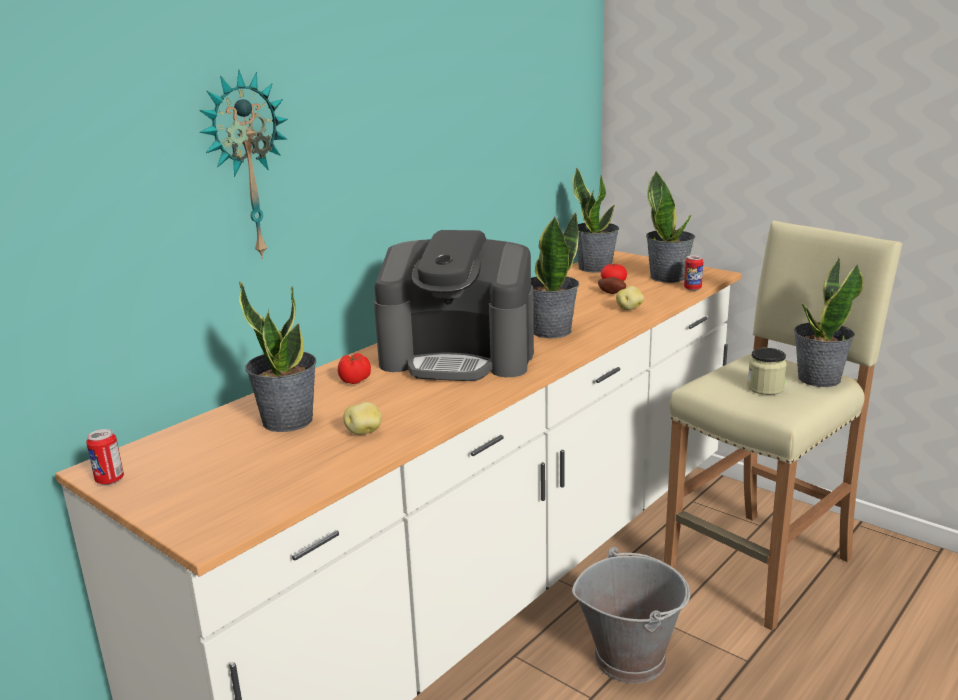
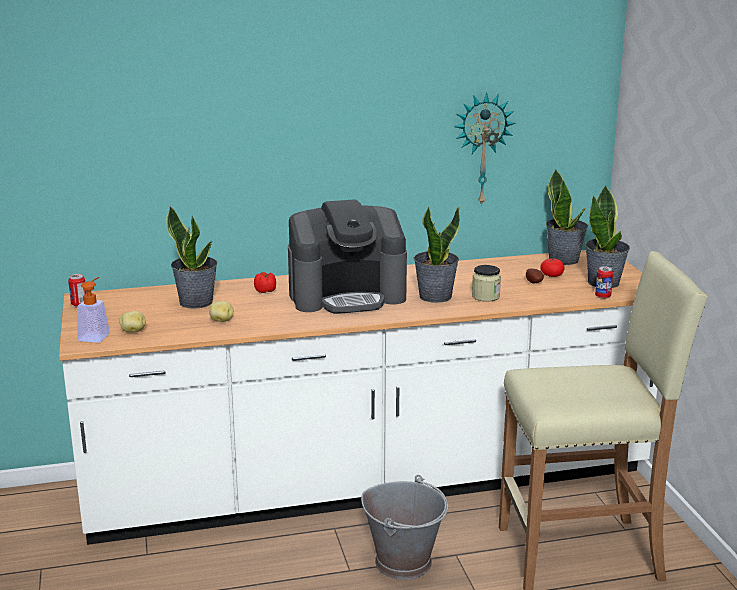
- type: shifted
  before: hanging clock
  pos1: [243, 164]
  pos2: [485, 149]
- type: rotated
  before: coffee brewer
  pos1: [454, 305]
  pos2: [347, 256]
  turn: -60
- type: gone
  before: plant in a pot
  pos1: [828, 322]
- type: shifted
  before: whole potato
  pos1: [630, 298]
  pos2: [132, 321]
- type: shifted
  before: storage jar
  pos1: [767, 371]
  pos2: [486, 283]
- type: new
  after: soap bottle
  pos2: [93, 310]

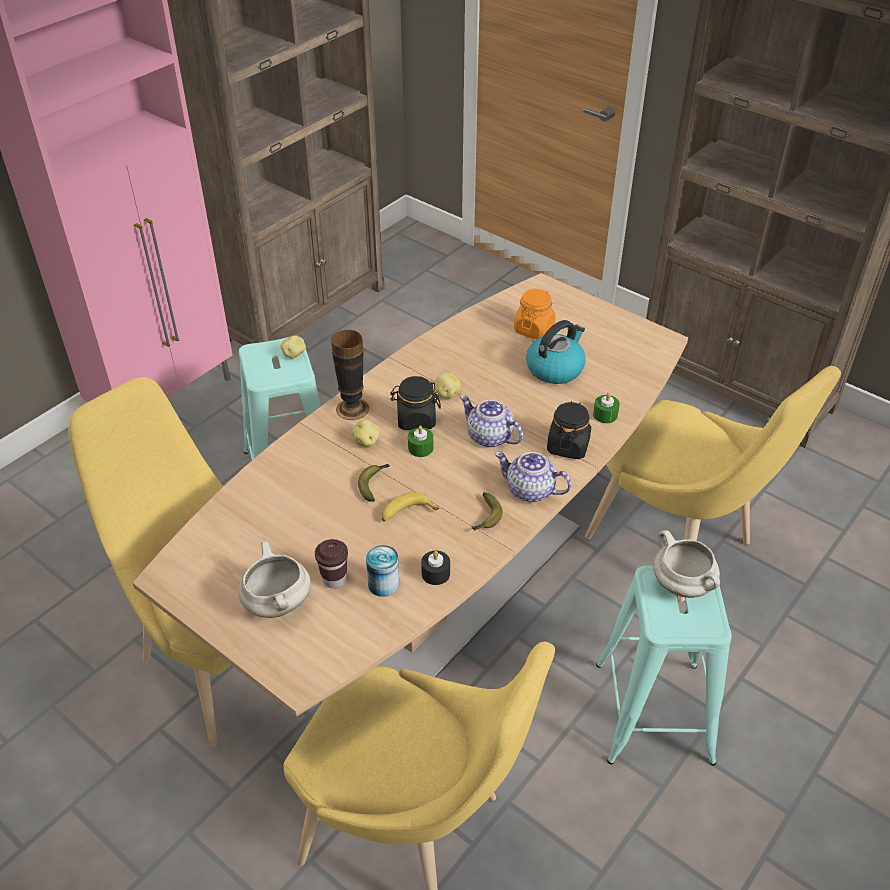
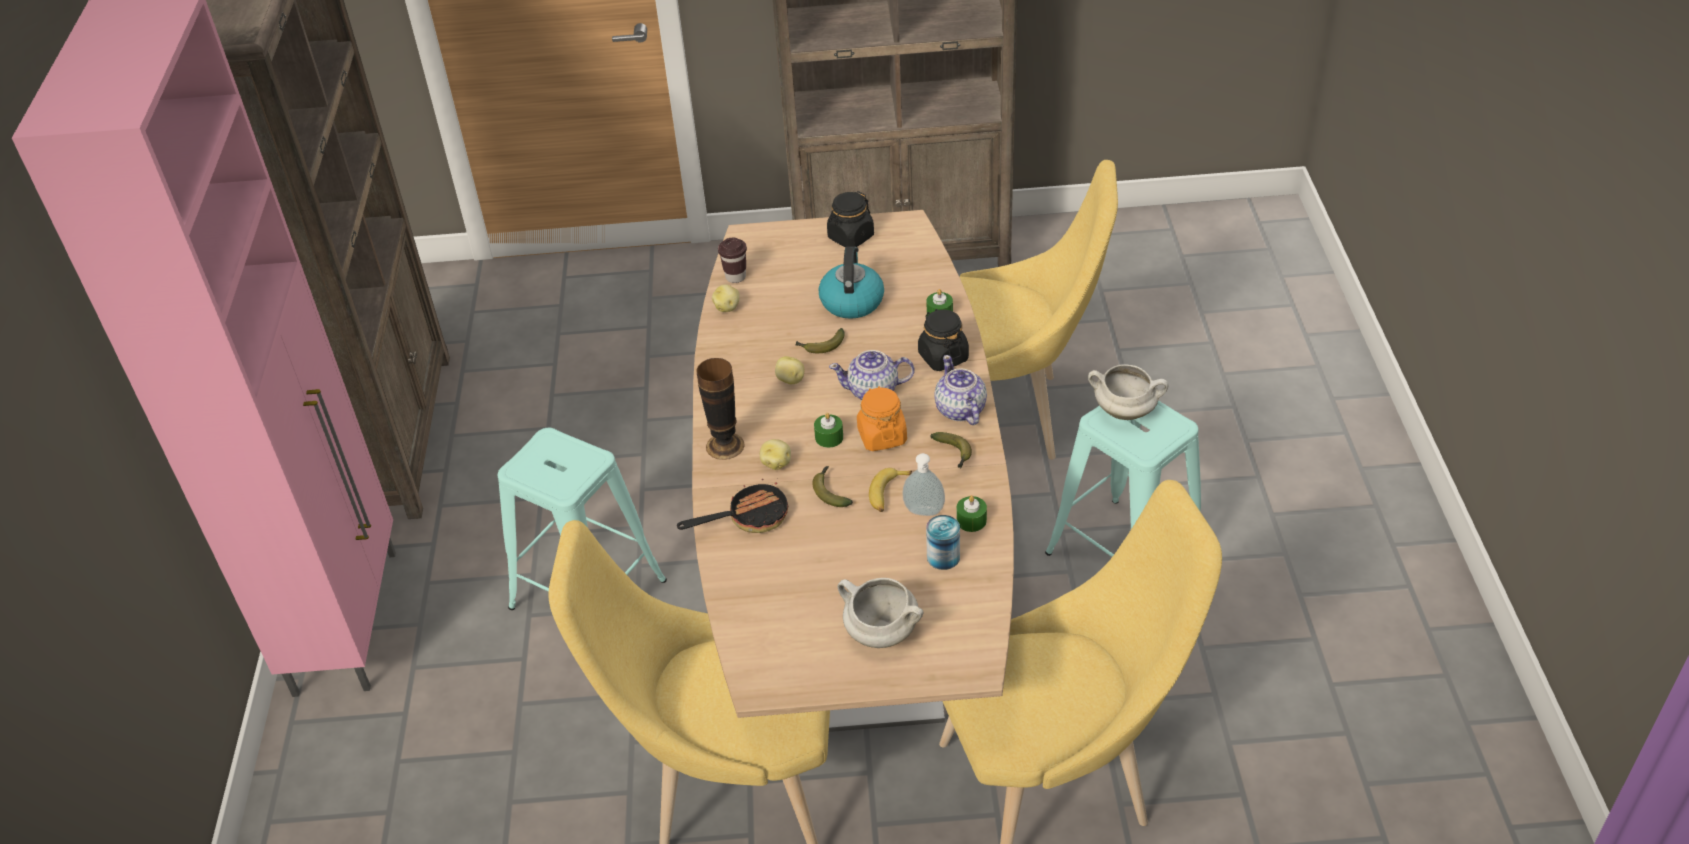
- type: shifted
  before: storage jar (orangey)
  pos1: [534, 314]
  pos2: [882, 418]
- type: shifted
  before: whole potato
  pos1: [293, 346]
  pos2: [725, 298]
- type: shifted
  before: storage jar (blackish)
  pos1: [415, 403]
  pos2: [850, 219]
- type: rotated
  before: tea pot
  pos1: [533, 476]
  pos2: [960, 390]
  turn: 90
- type: shifted
  before: small cup (brown)
  pos1: [331, 563]
  pos2: [732, 260]
- type: repainted
  before: wax light (blackish)
  after: wax light (green)
  pos1: [435, 568]
  pos2: [972, 513]
- type: new
  after: banana fruit
  pos2: [820, 340]
- type: new
  after: soap bottle
  pos2: [923, 484]
- type: new
  after: skillet
  pos2: [732, 506]

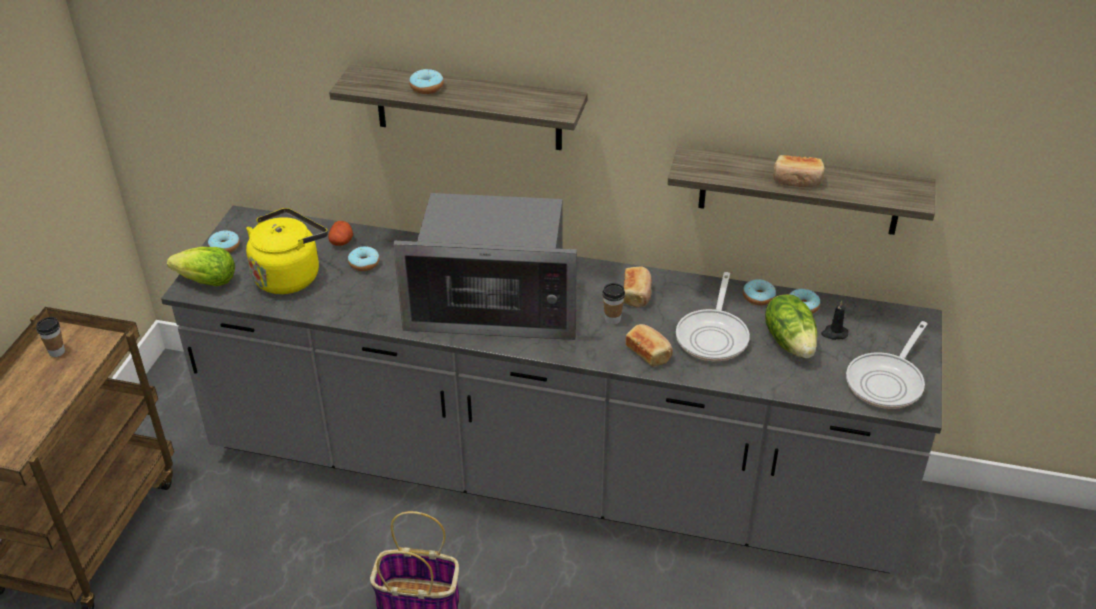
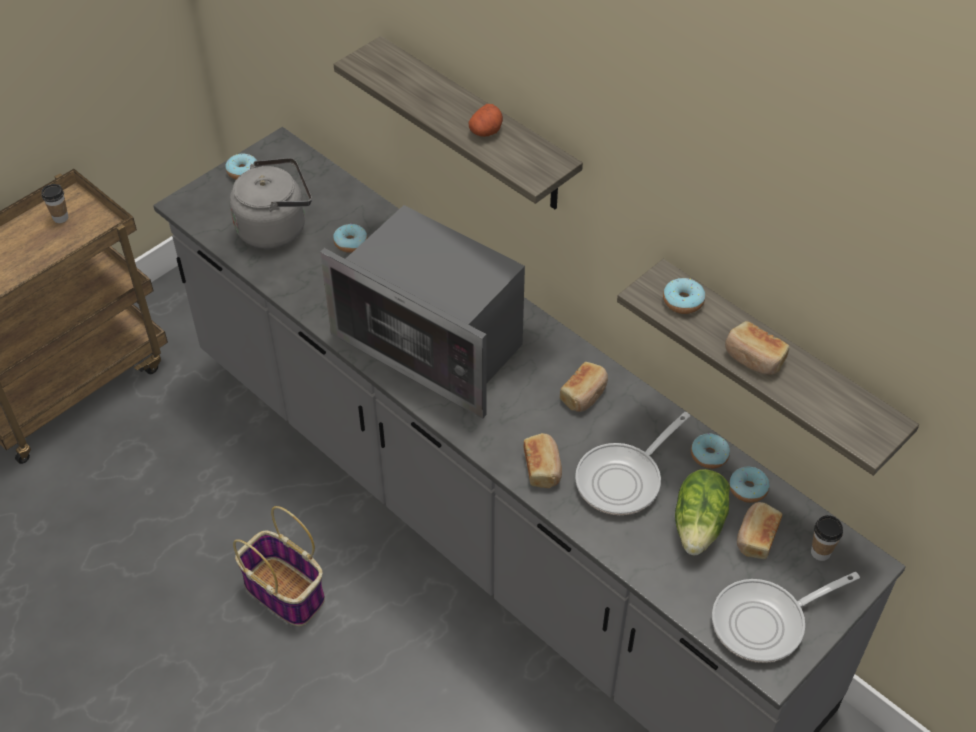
- type: shifted
  before: ring doughnut
  pos1: [426, 81]
  pos2: [684, 296]
- type: repainted
  before: tea kettle (yellowish)
  after: tea kettle (grey)
  pos1: [287, 251]
  pos2: [270, 203]
- type: shifted
  before: whole potato
  pos1: [340, 233]
  pos2: [485, 120]
- type: gone
  before: lettuce
  pos1: [201, 267]
- type: shifted
  before: small cup
  pos1: [613, 304]
  pos2: [827, 538]
- type: swapped
  before: wax light (blackish)
  after: bread
  pos1: [834, 320]
  pos2: [759, 530]

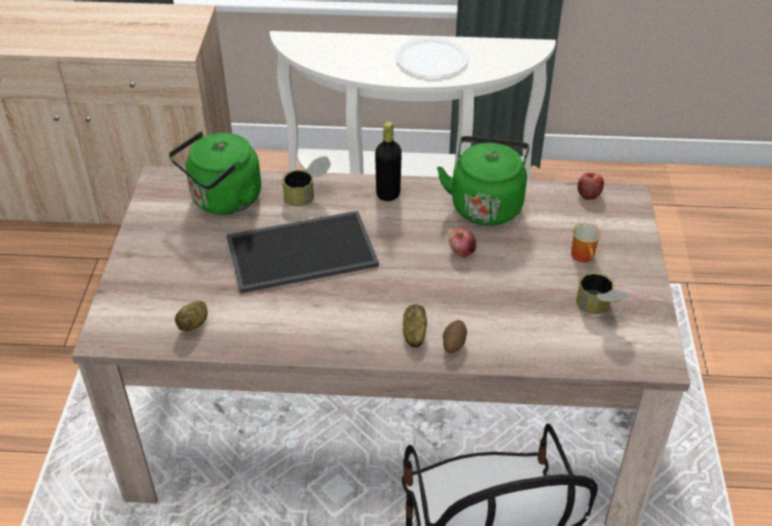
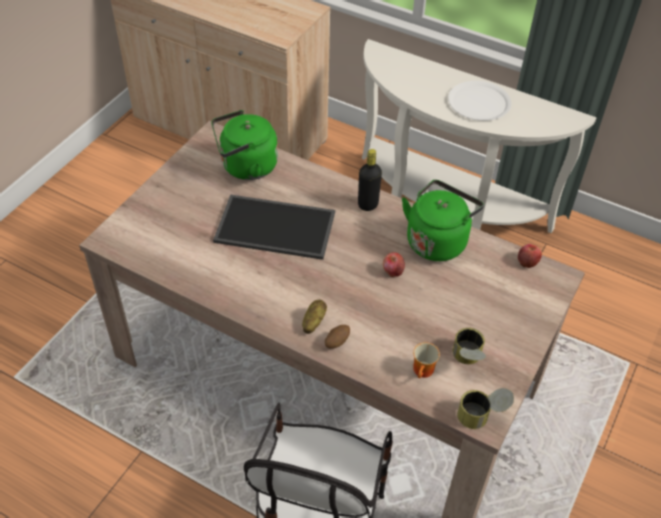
- type: shifted
  before: can
  pos1: [306, 182]
  pos2: [485, 408]
- type: shifted
  before: tea mug
  pos1: [586, 243]
  pos2: [426, 360]
- type: gone
  before: whole potato
  pos1: [191, 316]

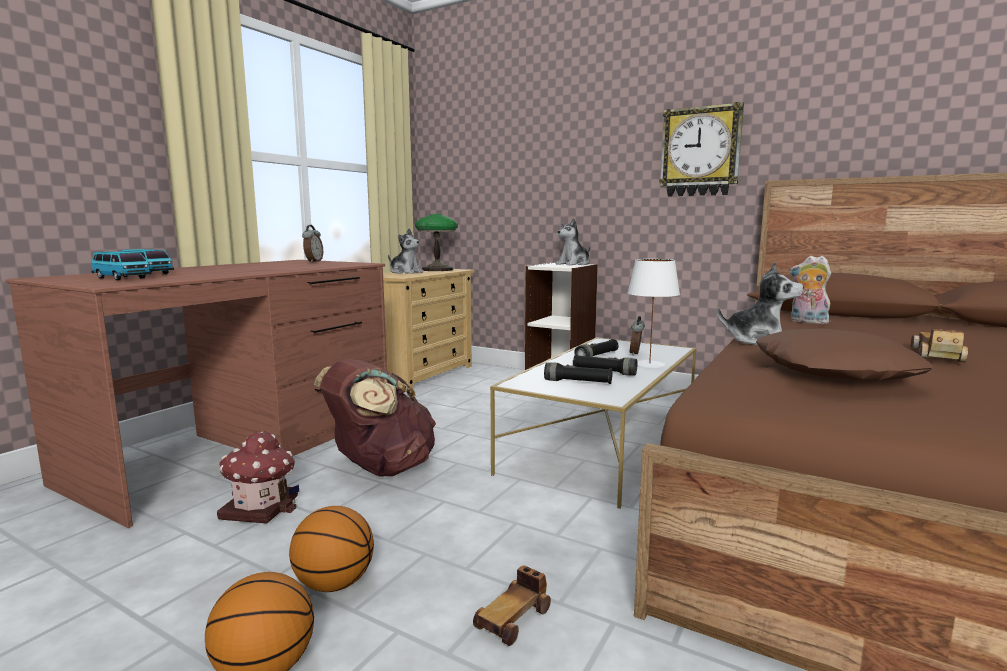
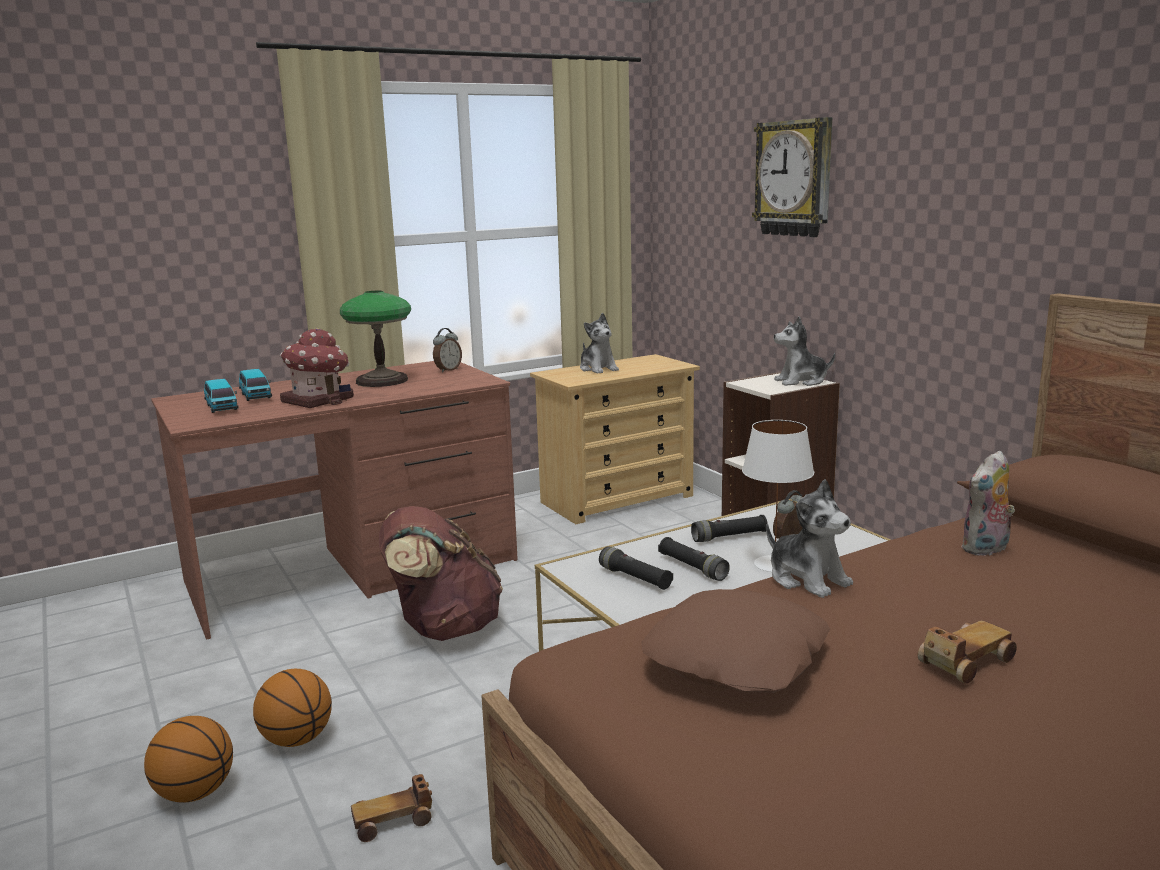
- type: shifted
  before: hanging clock
  pos1: [701, 149]
  pos2: [792, 177]
- type: shifted
  before: table lamp
  pos1: [436, 242]
  pos2: [375, 339]
- type: rotated
  before: soft toy
  pos1: [810, 290]
  pos2: [988, 503]
  turn: -105
- type: shifted
  before: model house
  pos1: [258, 477]
  pos2: [317, 368]

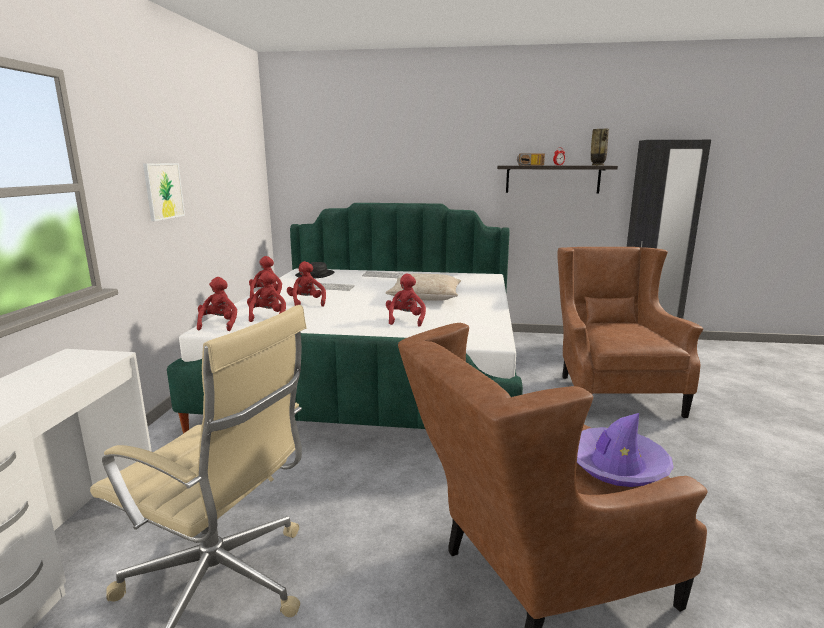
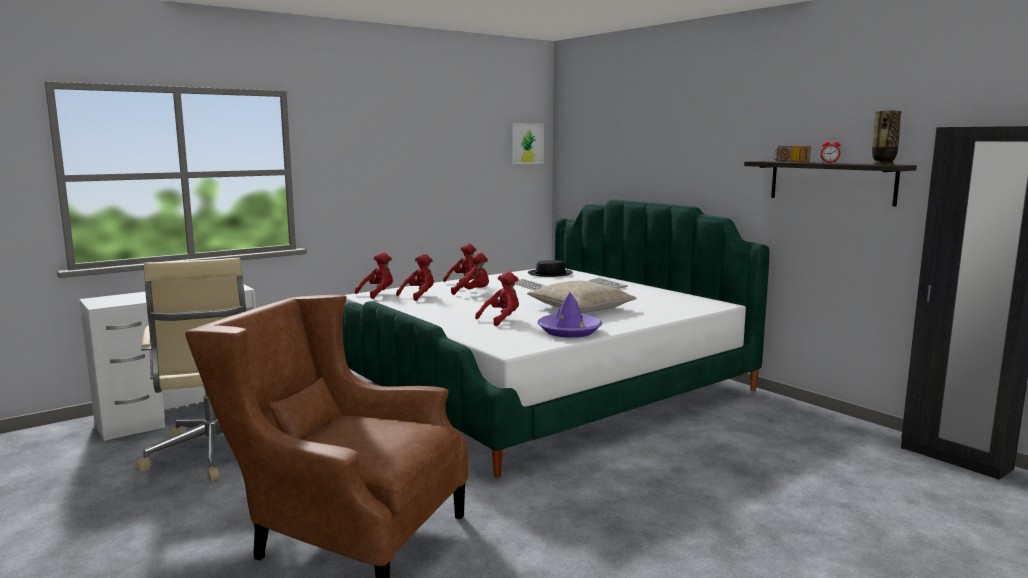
- type: shifted
  before: wall art
  pos1: [164, 192]
  pos2: [527, 143]
- type: gone
  before: lounge chair (brown)
  pos1: [630, 332]
- type: rotated
  before: soft toy (red-coloured)
  pos1: [306, 284]
  pos2: [470, 273]
  turn: 75
- type: shifted
  before: wearable hat (purplish)
  pos1: [625, 450]
  pos2: [569, 315]

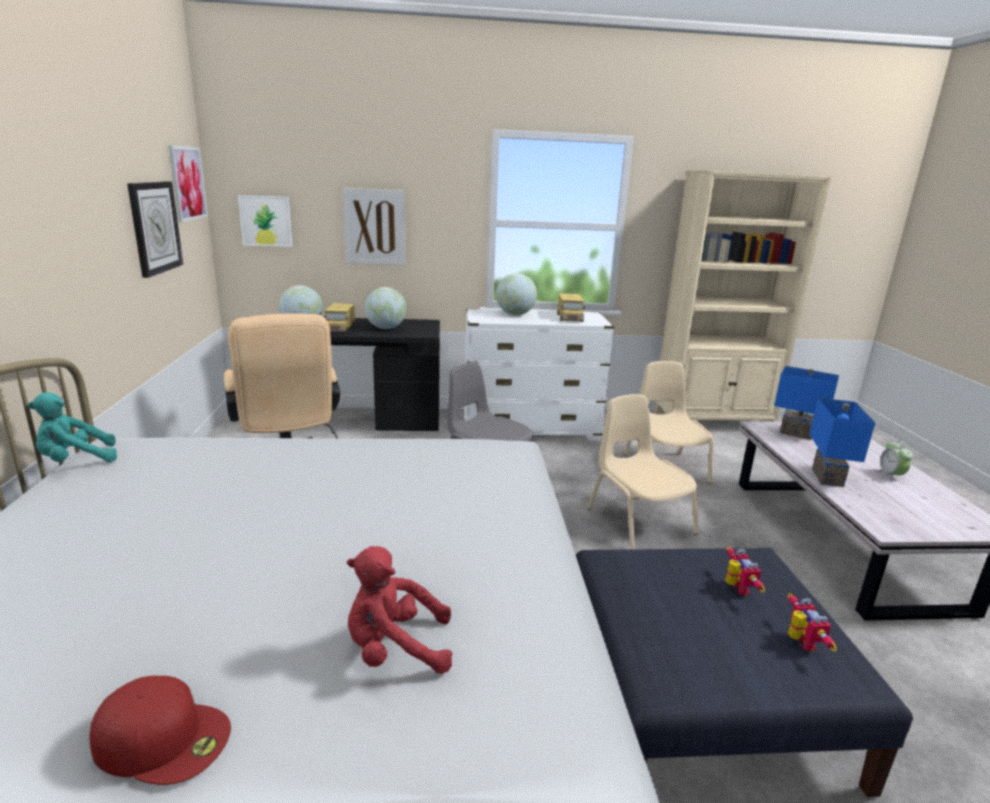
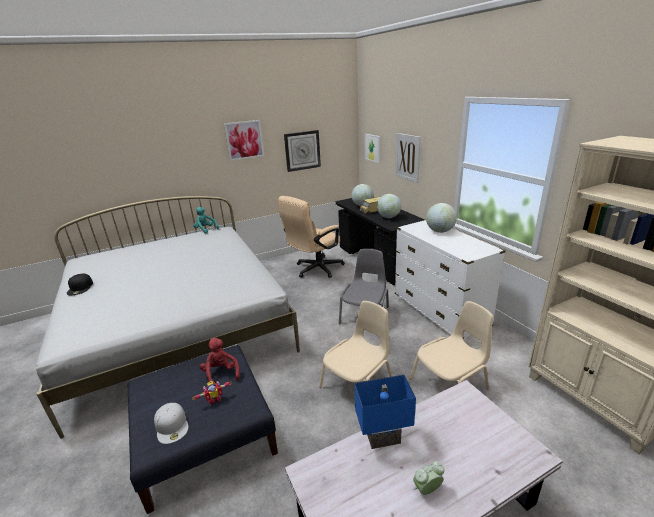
- type: shifted
  before: wall art
  pos1: [188, 183]
  pos2: [244, 140]
- type: gone
  before: model truck
  pos1: [571, 307]
- type: gone
  before: table lamp (blue-coloured)
  pos1: [806, 403]
- type: shifted
  before: soft toy (red-coloured)
  pos1: [400, 610]
  pos2: [220, 361]
- type: swapped
  before: robot figure
  after: baseball cap (white)
  pos1: [812, 622]
  pos2: [171, 423]
- type: repainted
  before: baseball cap (red-coloured)
  after: baseball cap (blackish)
  pos1: [160, 730]
  pos2: [80, 284]

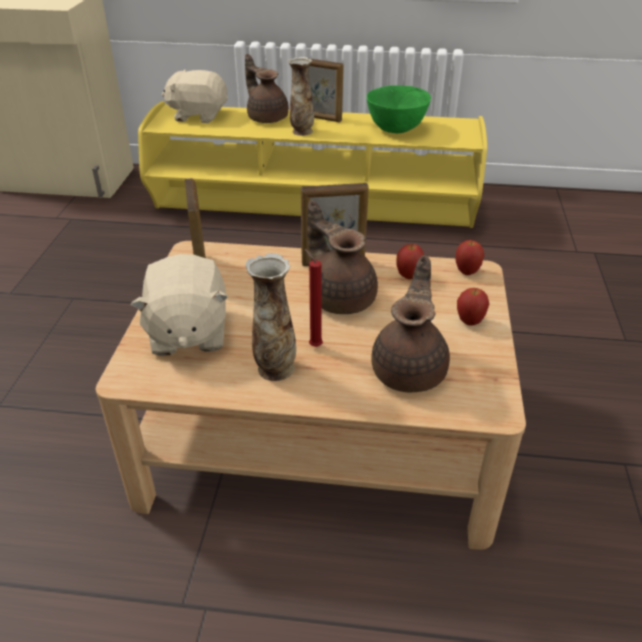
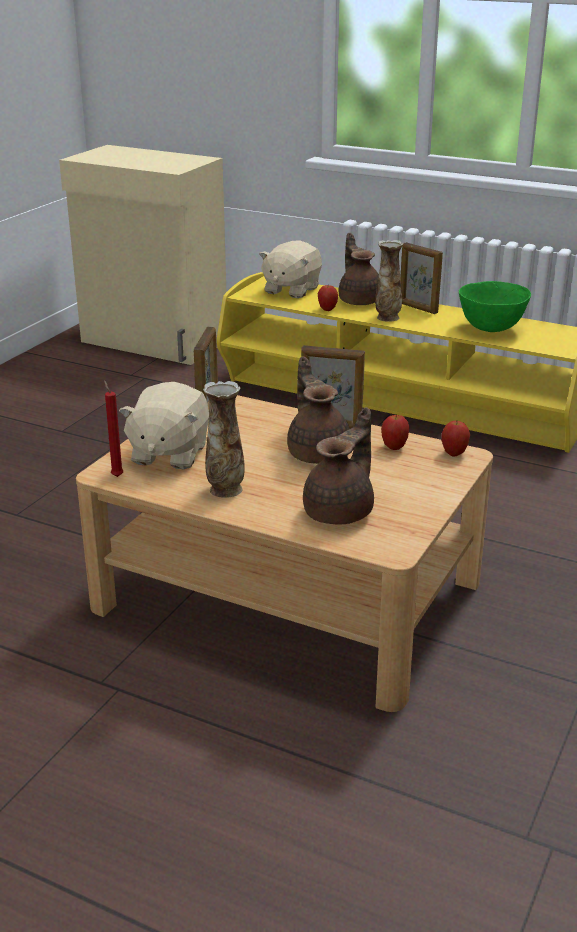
- type: rotated
  before: soft toy (beige-coloured)
  pos1: [195, 96]
  pos2: [290, 269]
  turn: -90
- type: shifted
  before: wax light (red-coloured)
  pos1: [314, 298]
  pos2: [113, 428]
- type: shifted
  before: apple
  pos1: [473, 307]
  pos2: [328, 298]

